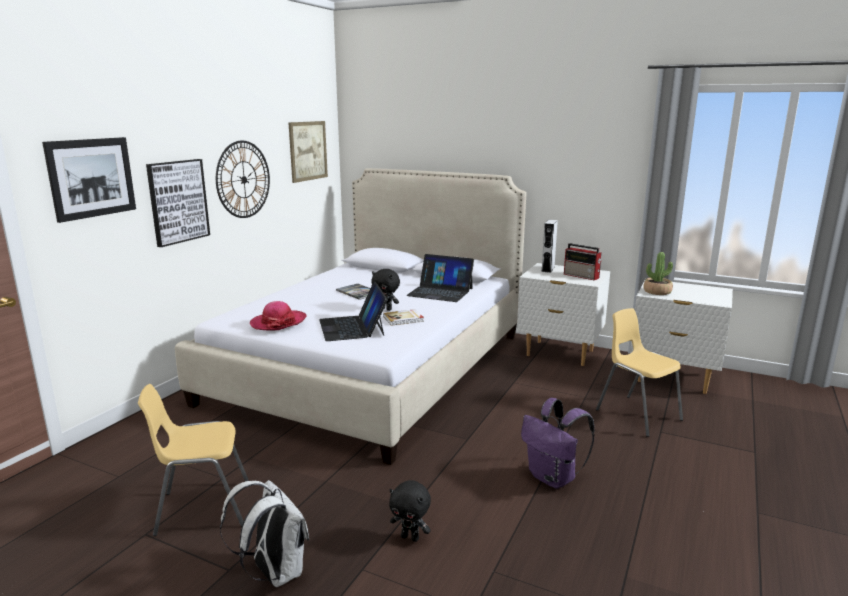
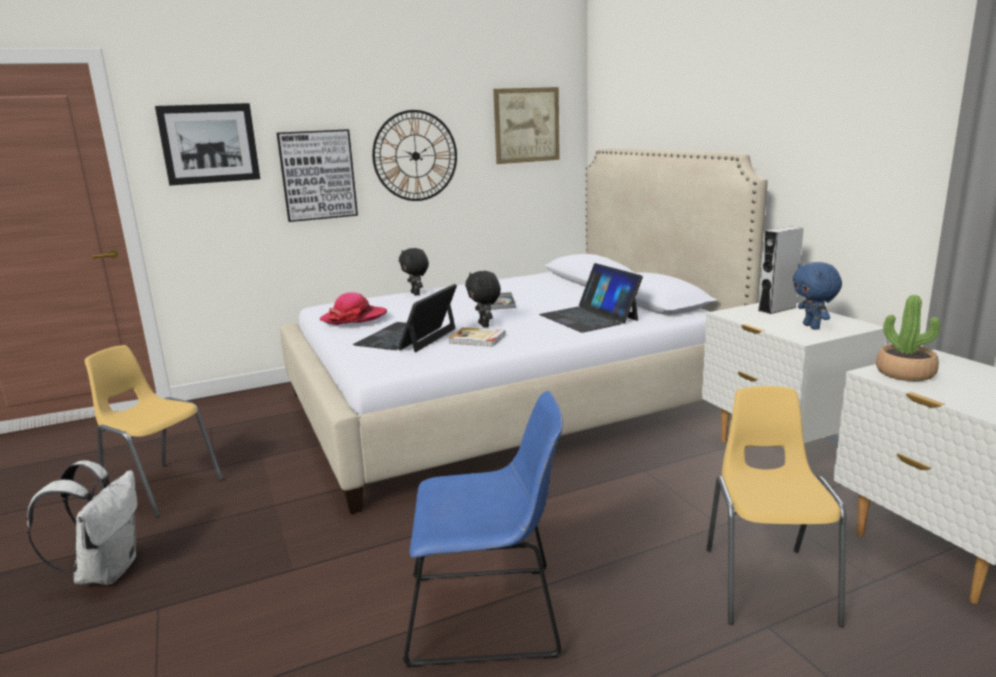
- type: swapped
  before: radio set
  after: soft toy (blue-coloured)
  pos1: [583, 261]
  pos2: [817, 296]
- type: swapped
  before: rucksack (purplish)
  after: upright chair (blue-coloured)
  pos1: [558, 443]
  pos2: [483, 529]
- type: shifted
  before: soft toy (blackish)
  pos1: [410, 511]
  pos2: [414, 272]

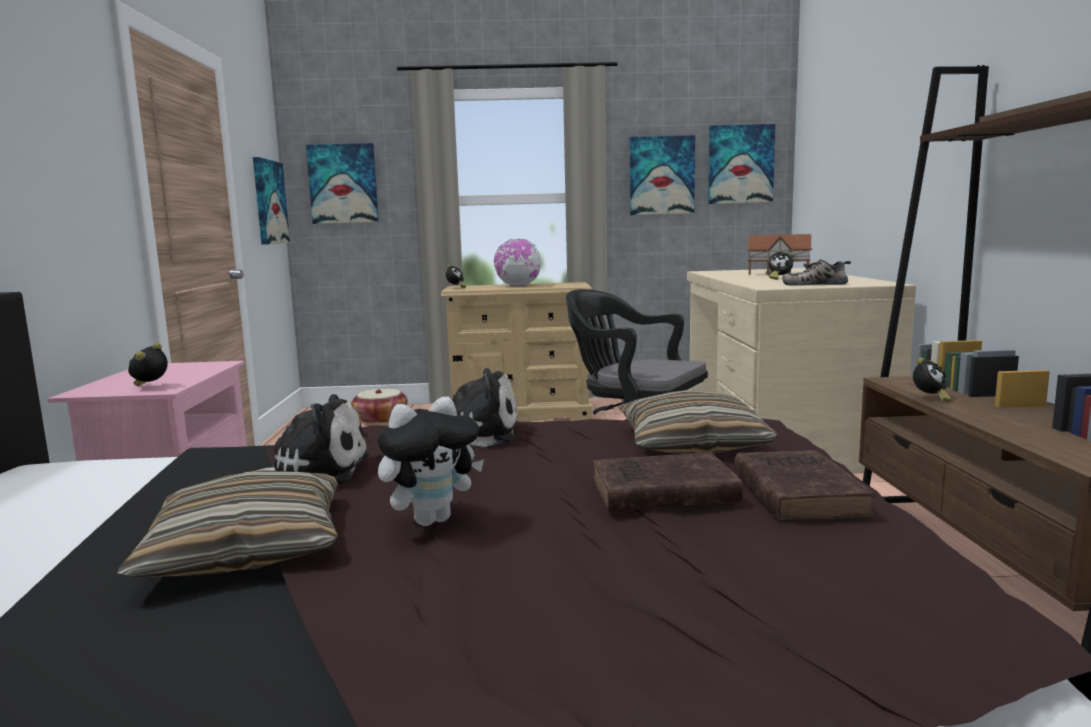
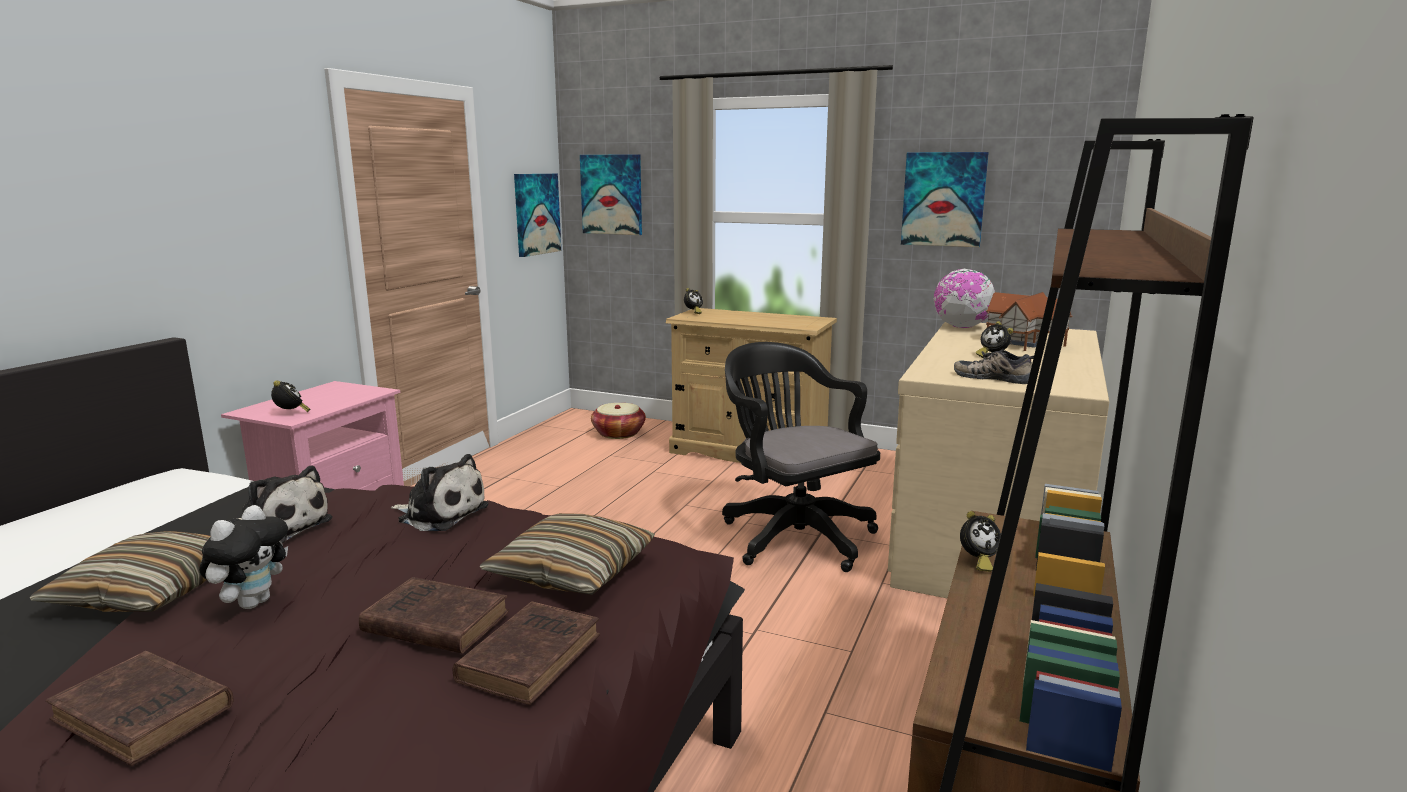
- type: gone
  before: wall art
  pos1: [741, 164]
- type: shifted
  before: globe
  pos1: [518, 262]
  pos2: [964, 298]
- type: rotated
  before: bedside clock
  pos1: [148, 364]
  pos2: [290, 396]
  turn: 105
- type: rotated
  before: soft toy
  pos1: [430, 461]
  pos2: [243, 557]
  turn: -60
- type: new
  after: volume (brown)
  pos2: [139, 708]

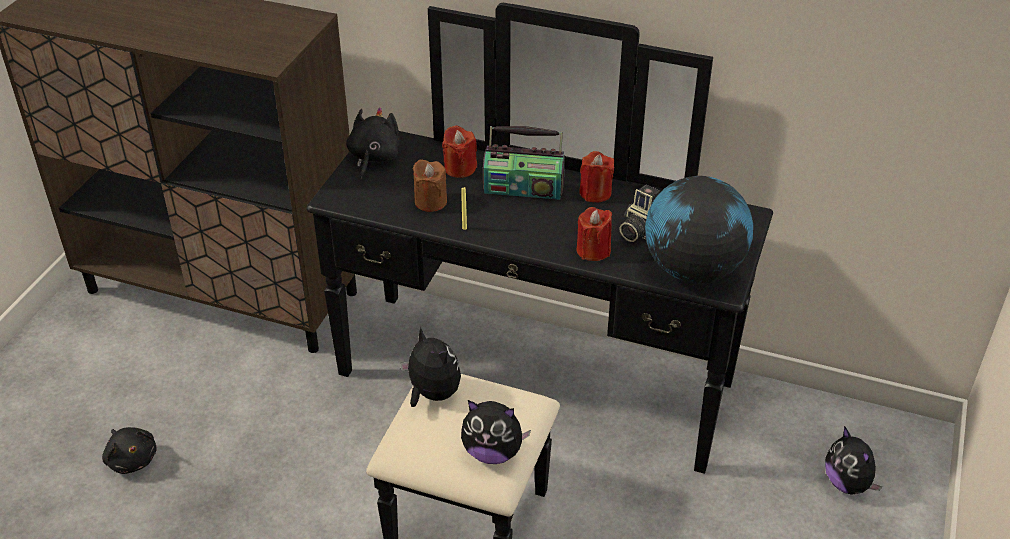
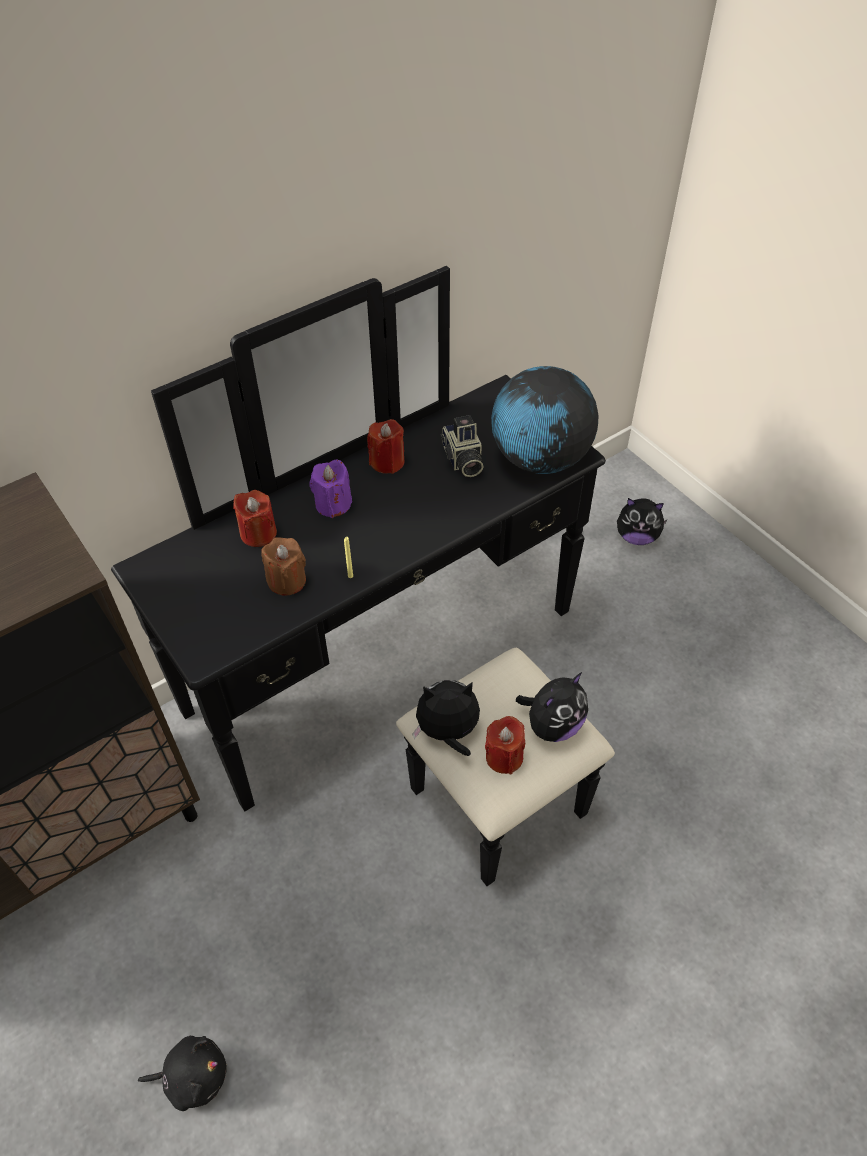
- type: gone
  before: soft toy (blackish)
  pos1: [373, 143]
- type: swapped
  before: radio set
  after: wax light (purplish)
  pos1: [524, 163]
  pos2: [331, 489]
- type: shifted
  before: wax light (red-coloured)
  pos1: [594, 234]
  pos2: [505, 745]

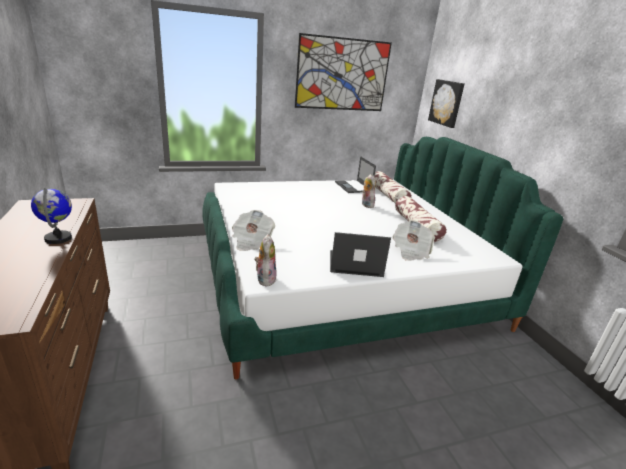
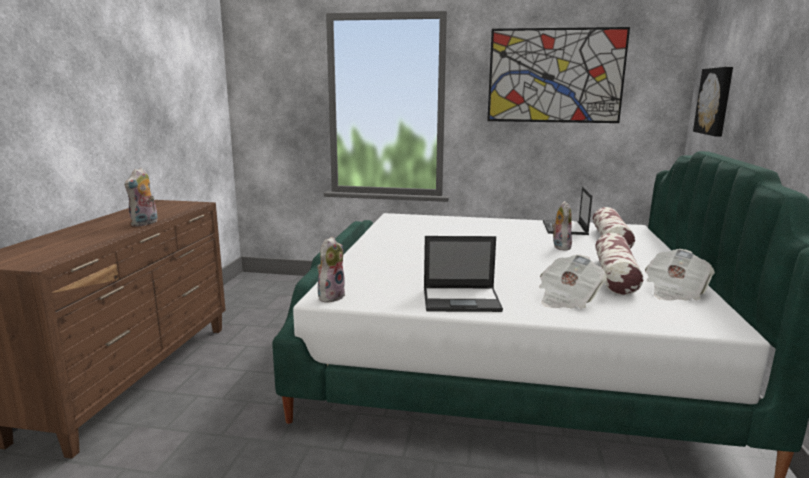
- type: swapped
  before: globe
  after: soft toy
  pos1: [51, 216]
  pos2: [141, 197]
- type: shifted
  before: newspaper
  pos1: [253, 230]
  pos2: [680, 275]
- type: rotated
  before: notebook computer
  pos1: [360, 254]
  pos2: [463, 274]
  turn: 150

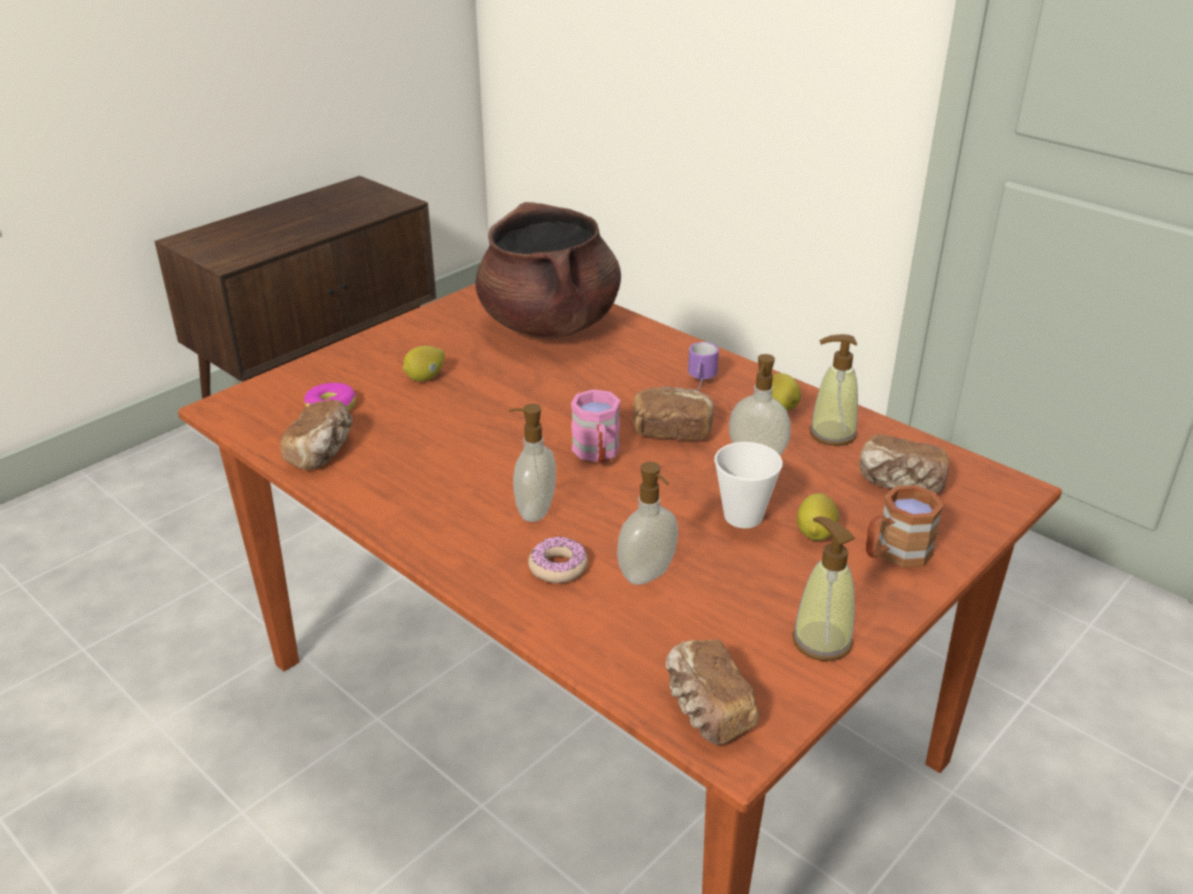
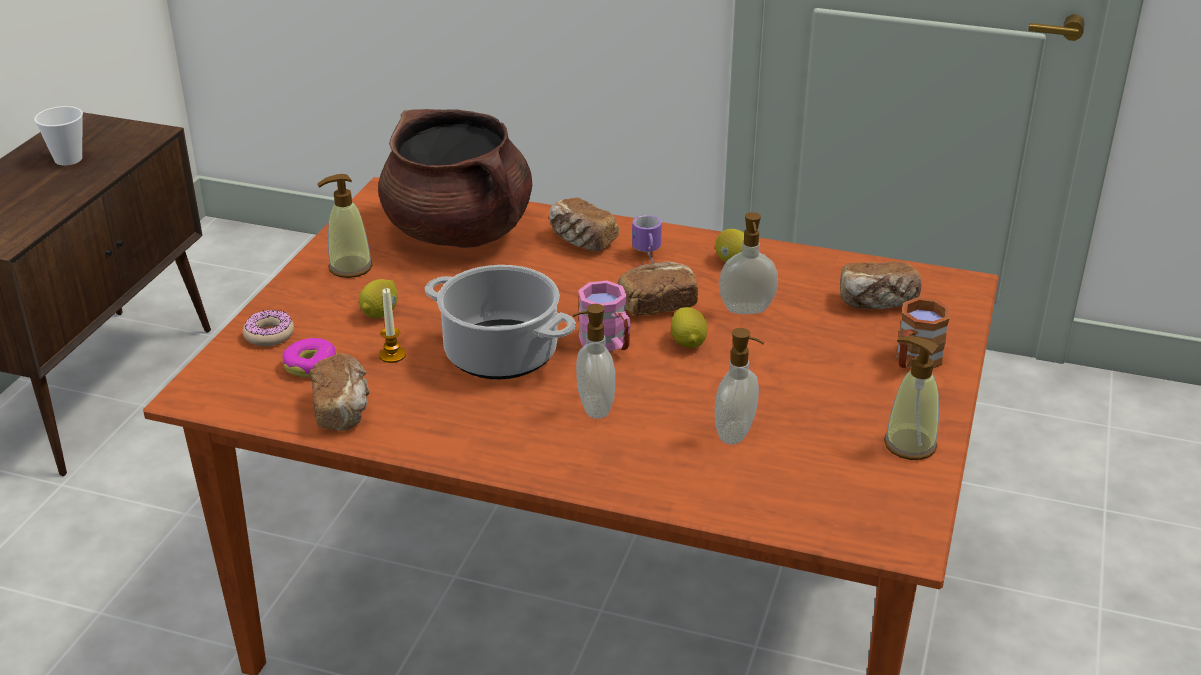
- type: shifted
  before: soap bottle
  pos1: [834, 390]
  pos2: [345, 226]
- type: shifted
  before: small cup
  pos1: [748, 485]
  pos2: [58, 135]
- type: shifted
  before: whole lemon
  pos1: [818, 517]
  pos2: [689, 327]
- type: shifted
  before: ring doughnut
  pos1: [558, 559]
  pos2: [268, 328]
- type: shifted
  before: bread
  pos1: [712, 692]
  pos2: [584, 224]
- type: new
  after: cooking pot
  pos2: [500, 322]
- type: new
  after: wax light
  pos2: [392, 325]

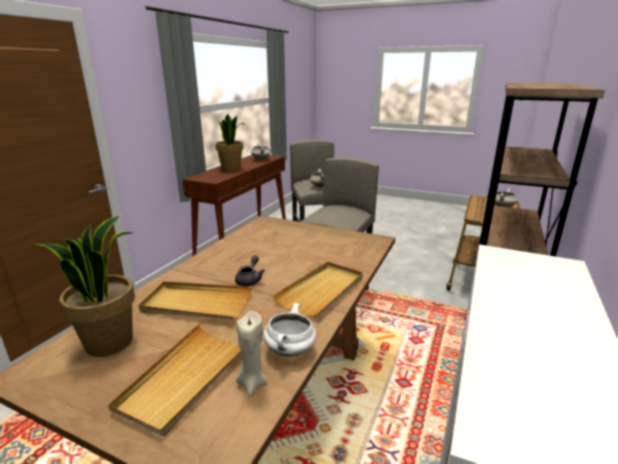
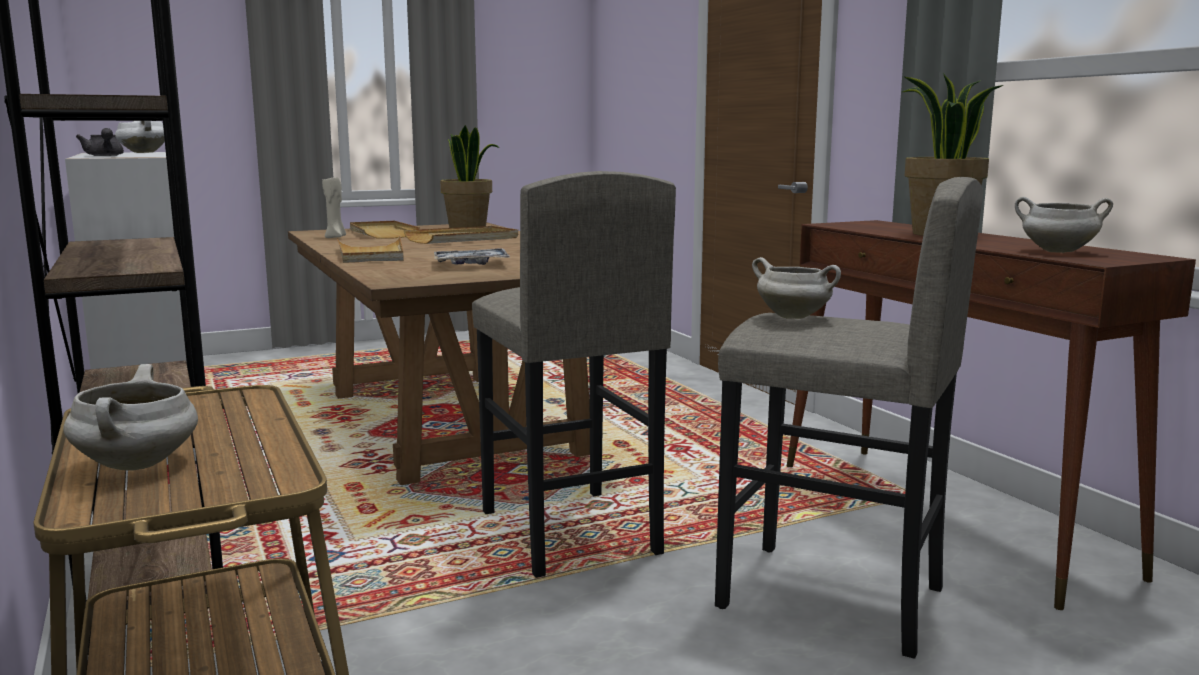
- type: shifted
  before: tea pot (grey)
  pos1: [250, 270]
  pos2: [100, 142]
- type: shifted
  before: cooking pot (white)
  pos1: [290, 330]
  pos2: [140, 137]
- type: new
  after: serving tray
  pos2: [472, 256]

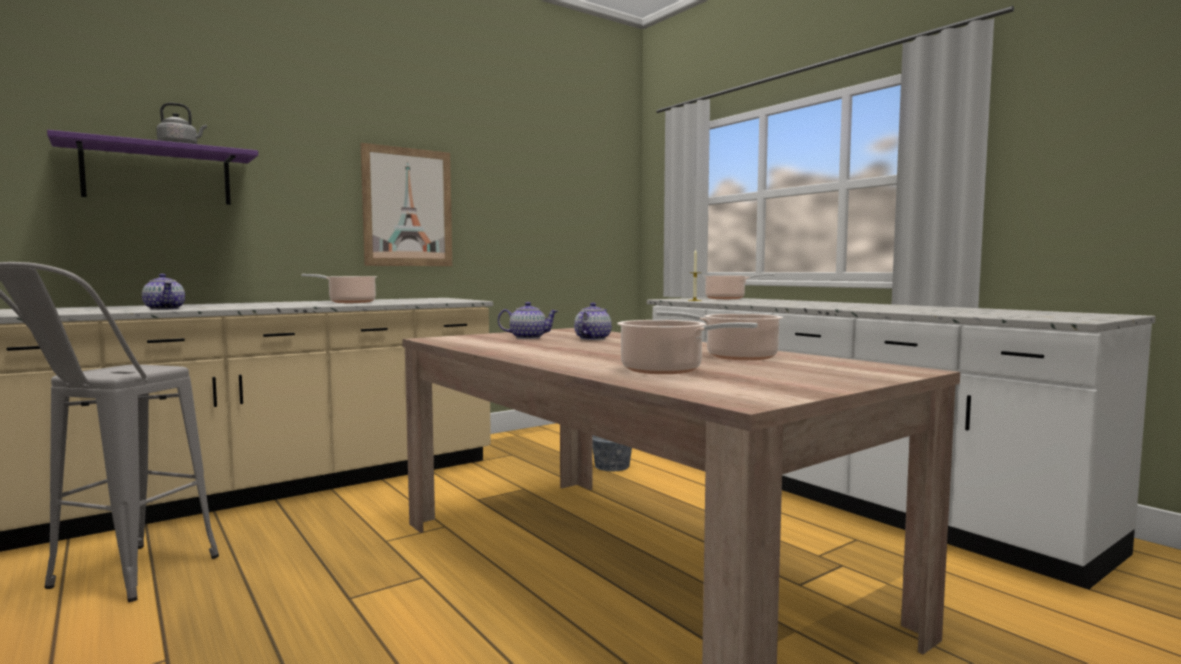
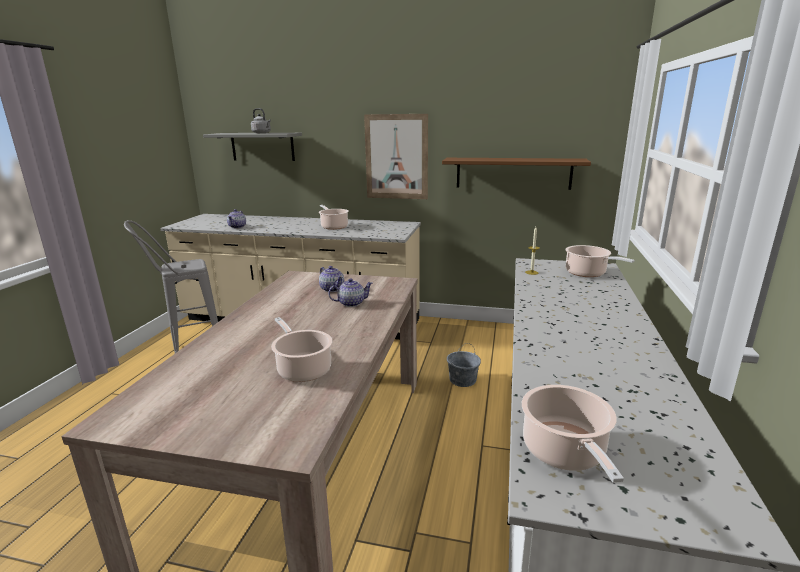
- type: repainted
  before: wall shelf (purplish)
  after: wall shelf (grey)
  pos1: [152, 167]
  pos2: [252, 147]
- type: shifted
  before: cooking pot
  pos1: [687, 347]
  pos2: [573, 433]
- type: new
  after: wall shelf (brown)
  pos2: [516, 174]

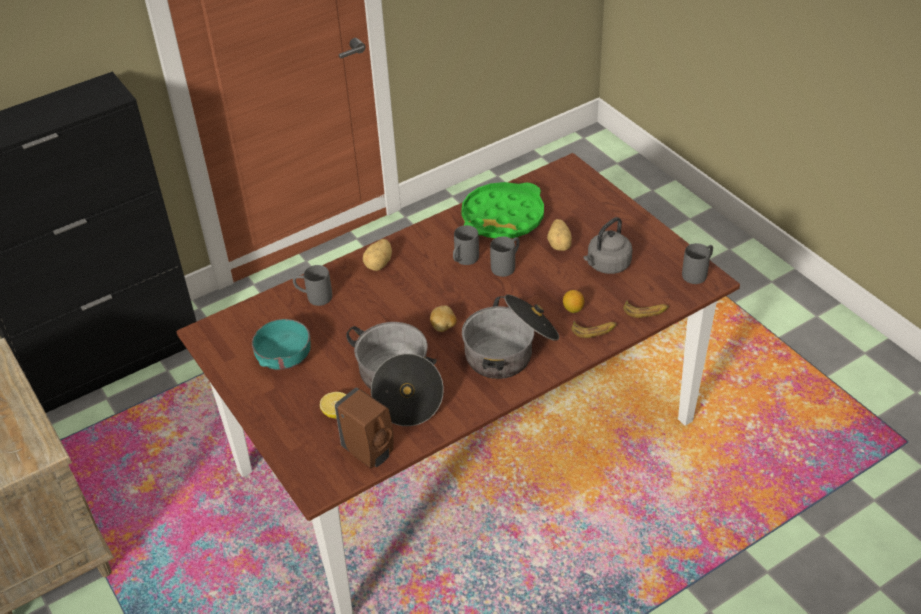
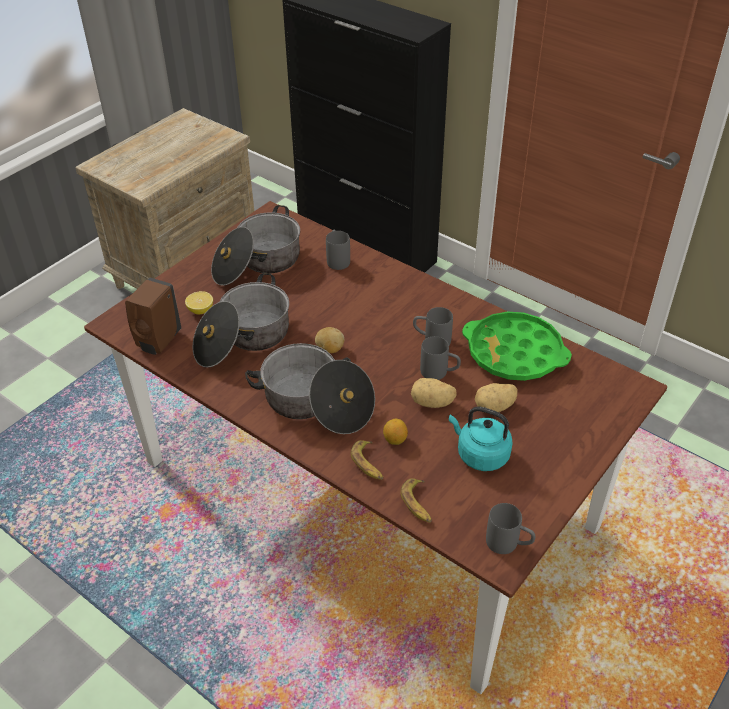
- type: repainted
  before: tea kettle (grey)
  after: tea kettle (blue-green)
  pos1: [607, 245]
  pos2: [481, 439]
- type: shifted
  before: whole potato
  pos1: [377, 255]
  pos2: [434, 393]
- type: swapped
  before: deep dish (blue-green)
  after: cooking pot
  pos1: [281, 344]
  pos2: [255, 245]

